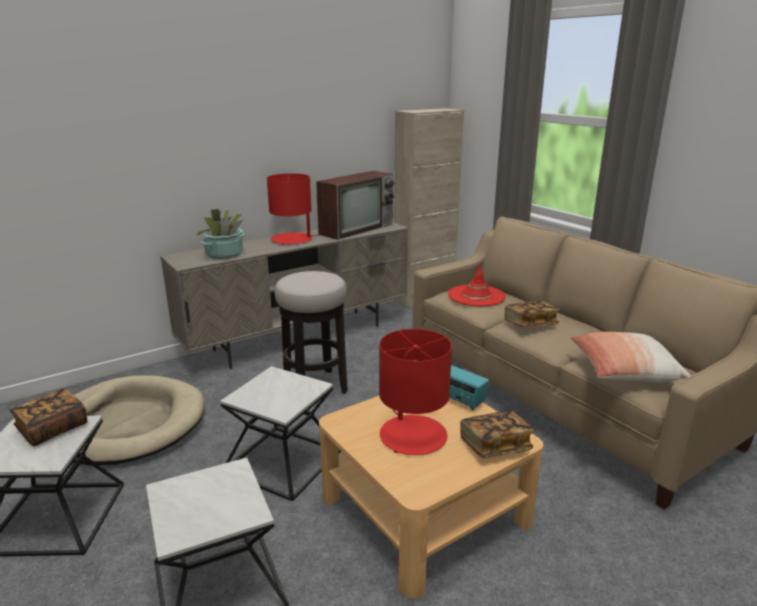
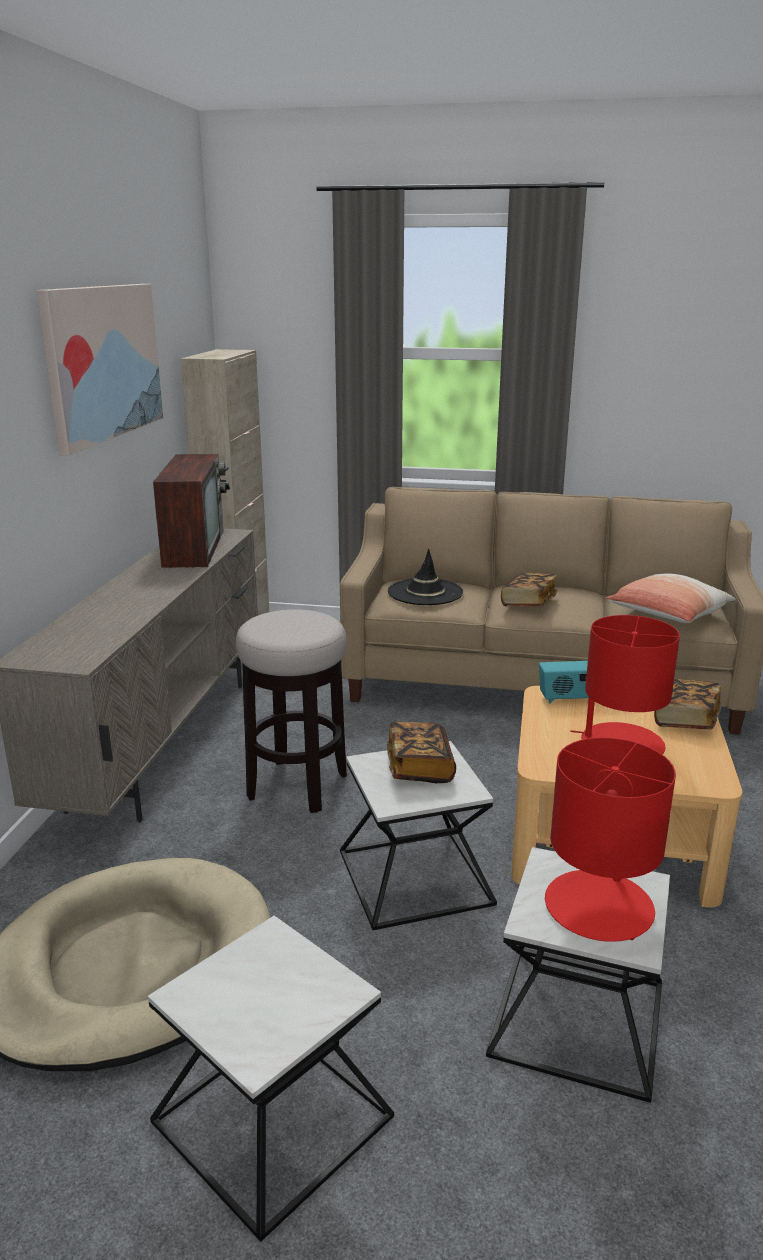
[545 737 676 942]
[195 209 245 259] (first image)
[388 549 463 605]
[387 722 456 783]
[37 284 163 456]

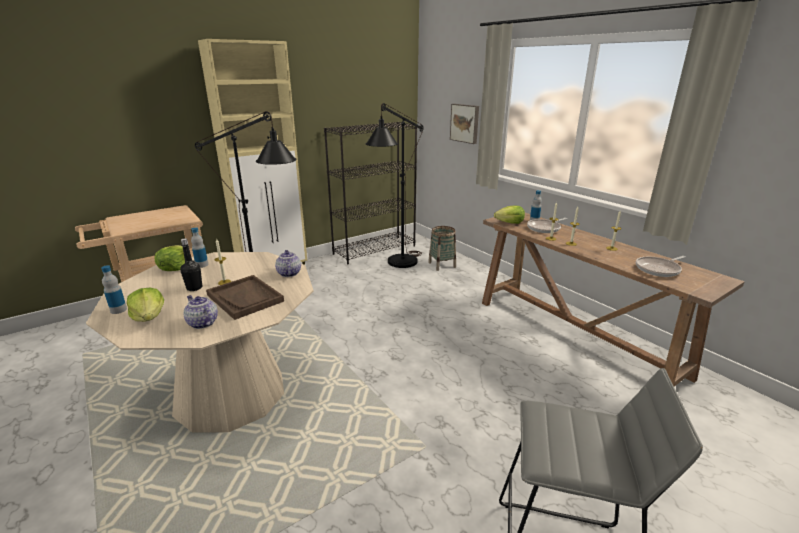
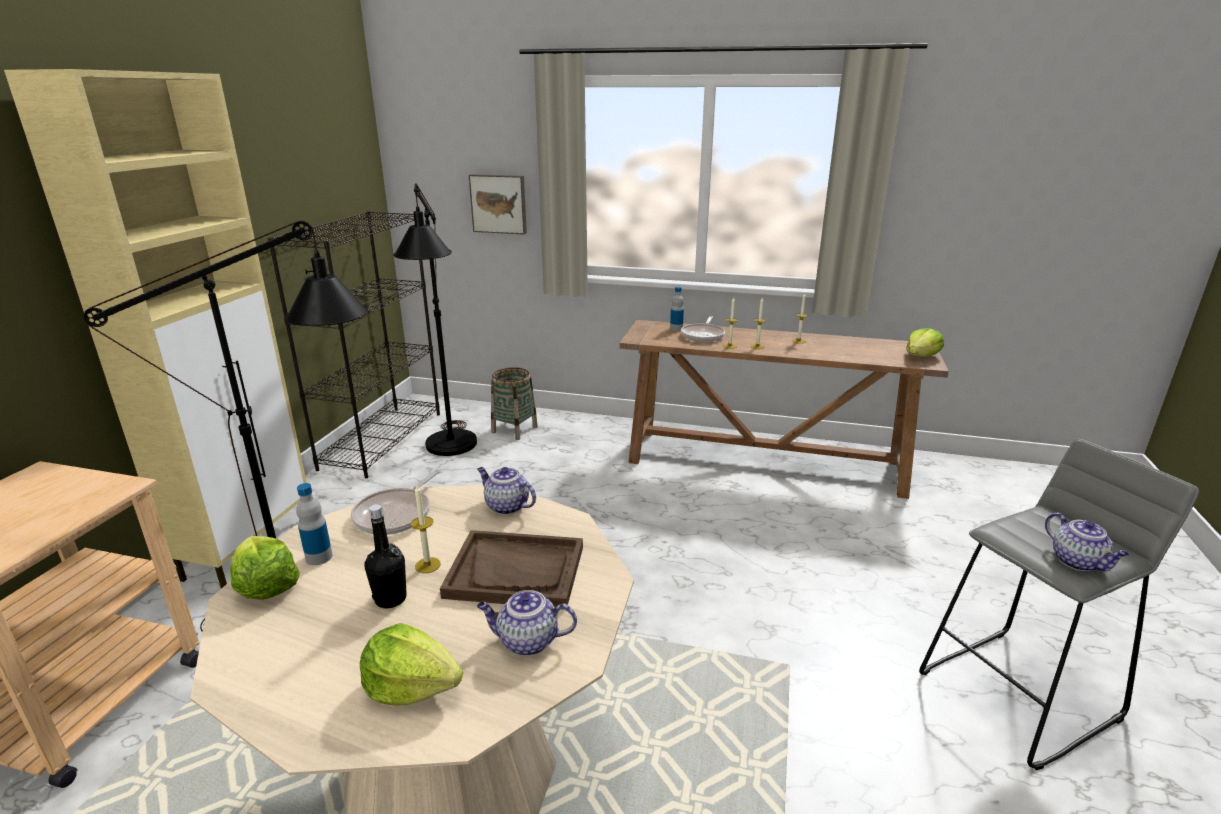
[906 328 944 357]
[351 469 440 535]
[101 265 127 314] (first image)
[1045 512 1129 571]

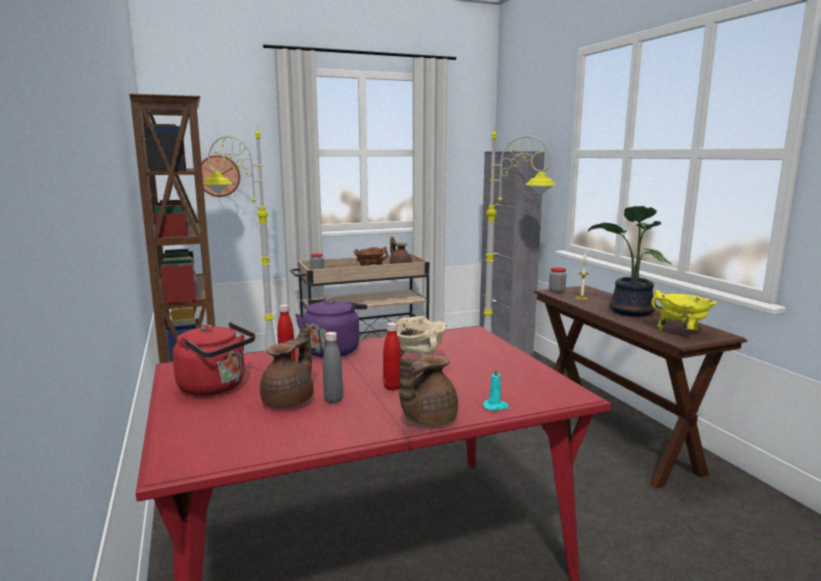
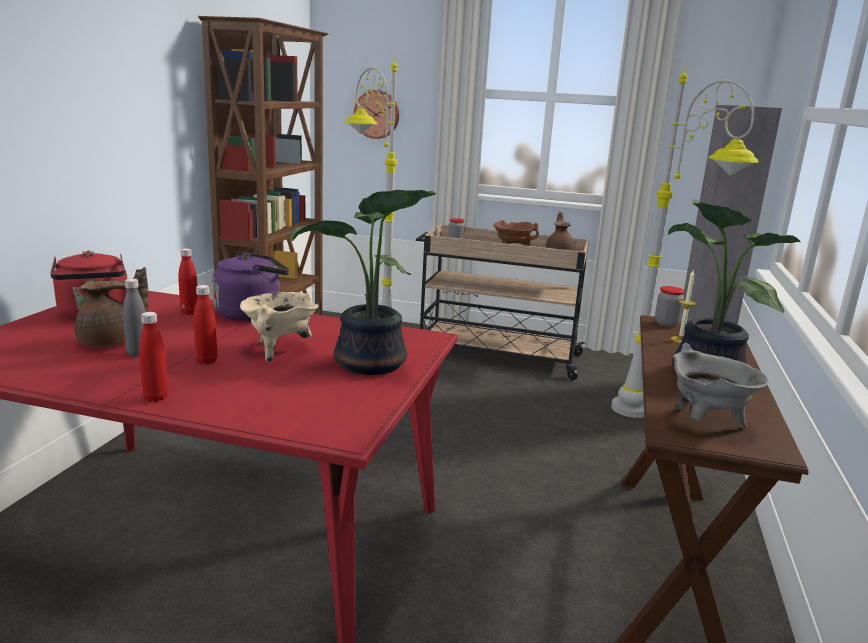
[673 343 769 429]
[139 312 168 402]
[483 366 509 410] (first image)
[290 190 436 375]

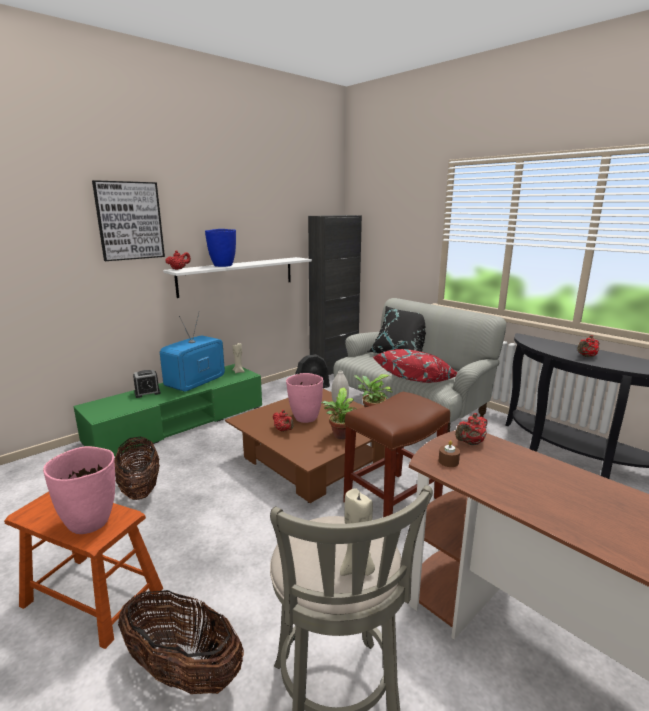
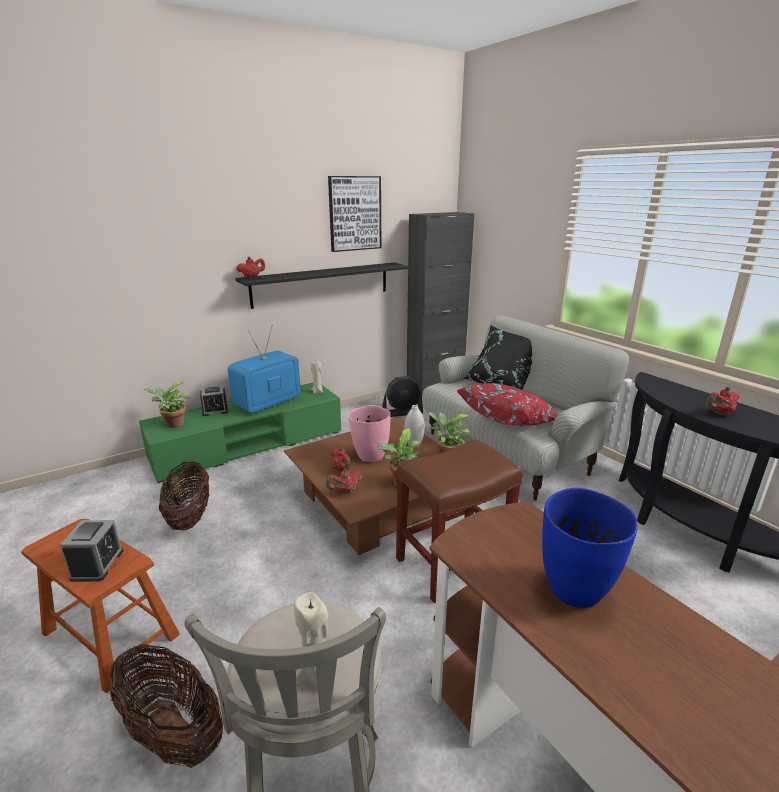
[328 176 381 252]
[542 488 638 608]
[235 263 409 309]
[326 469 362 494]
[438 440 460 467] (first image)
[60 520 123 582]
[144 382 190 428]

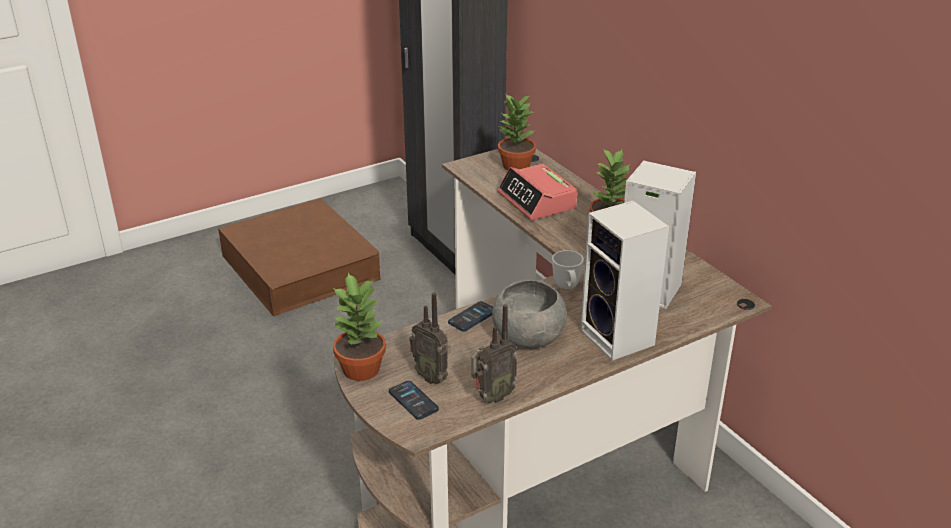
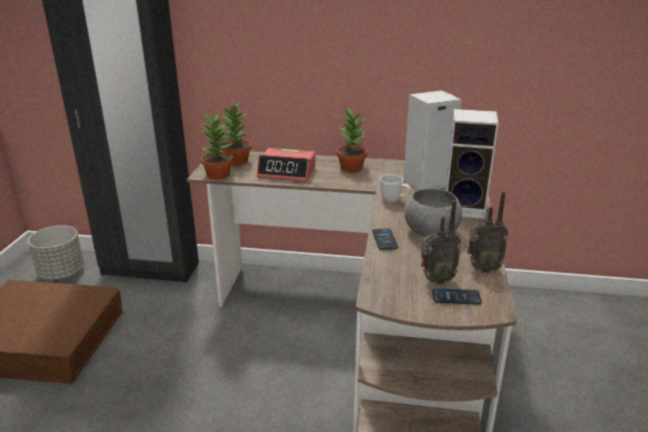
[201 113 233 180]
[467 191 508 273]
[28 225 84 280]

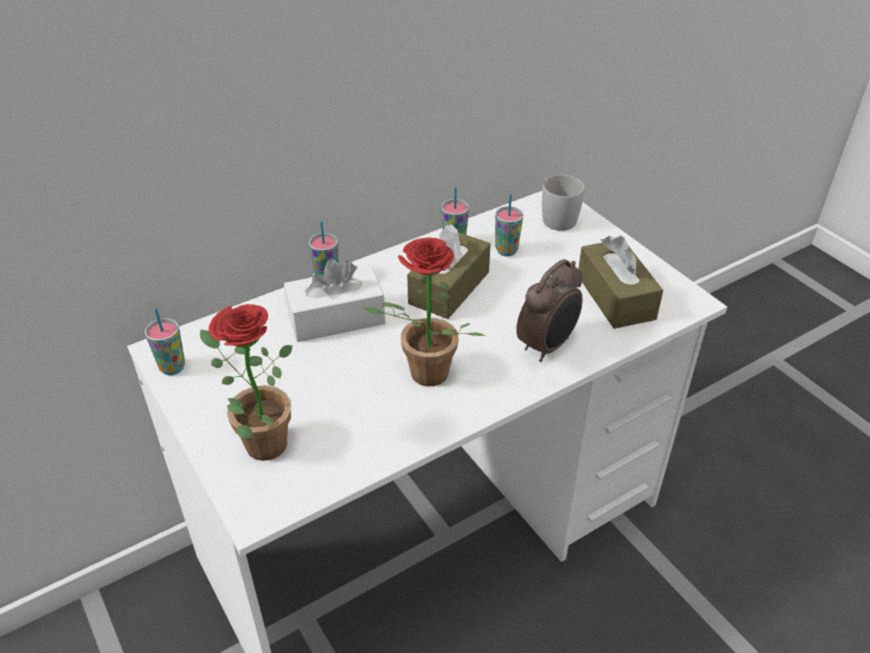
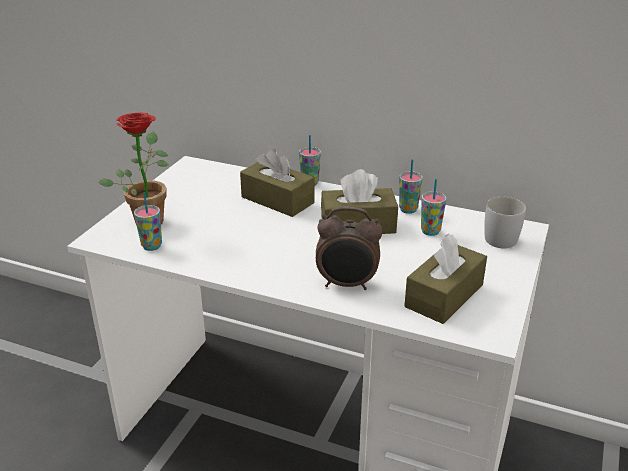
[362 237 485 386] (first image)
[240 149 314 217]
[134 192 162 251]

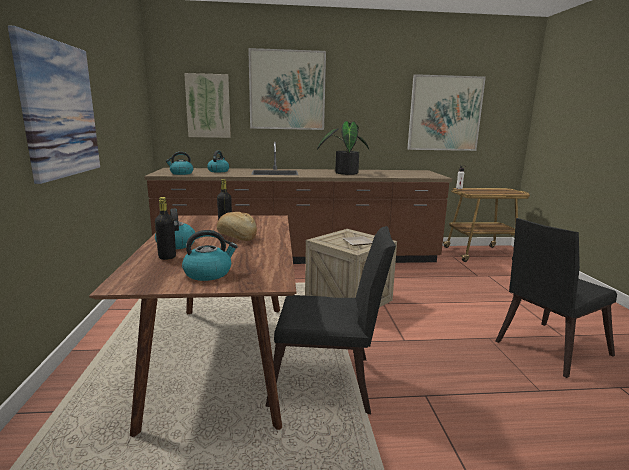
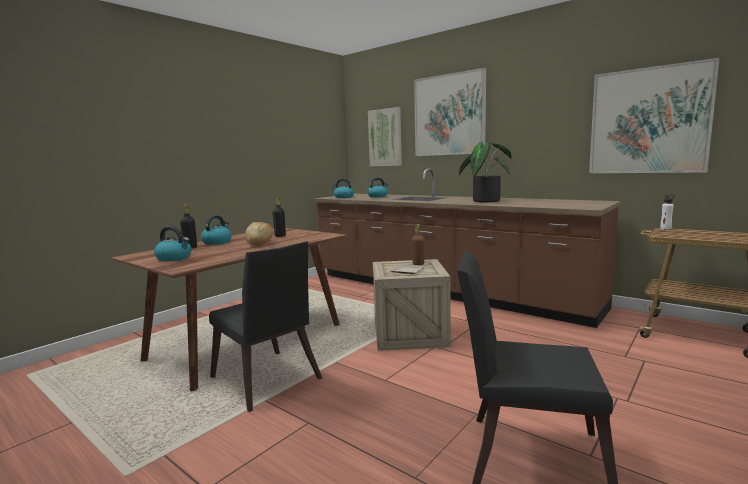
[8 25 100 184] (first image)
[412 224 424 265]

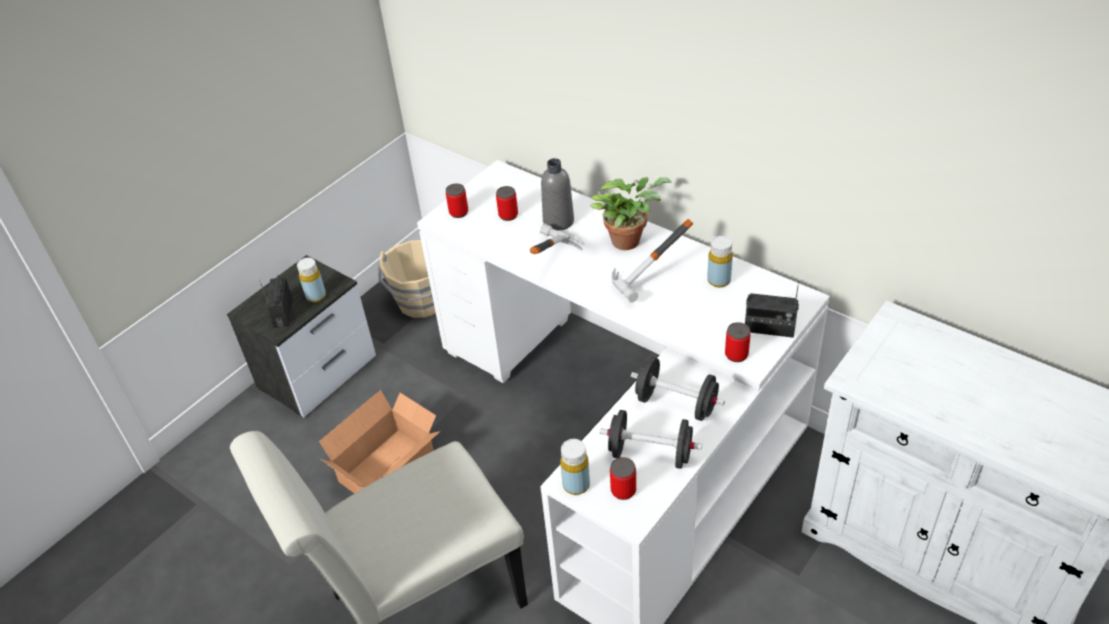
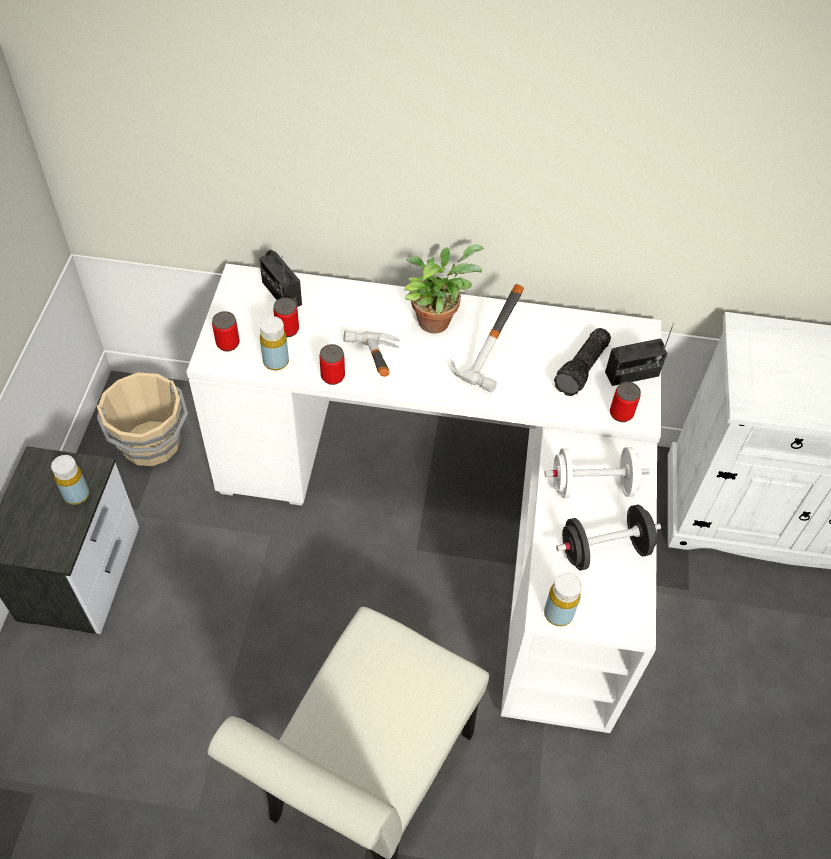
[541 158 574 230] (first image)
[260 316 289 371]
[259 250 302 307]
[545 447 650 498]
[319 390 440 494] (first image)
[319 344 345 385]
[554 328 611 396]

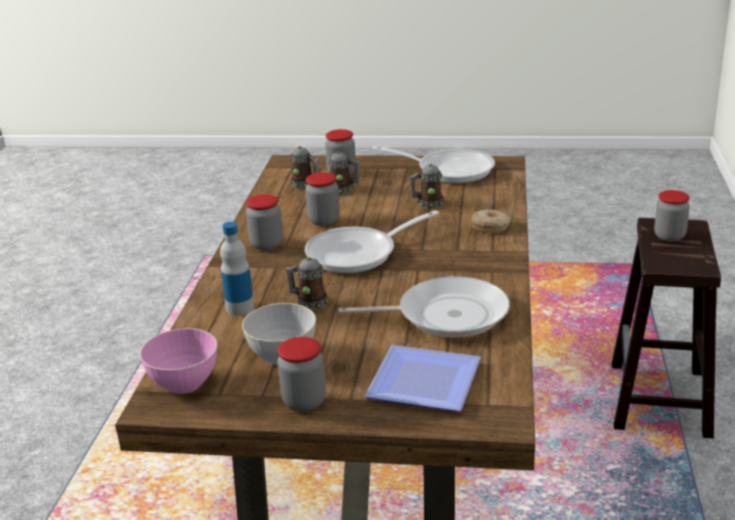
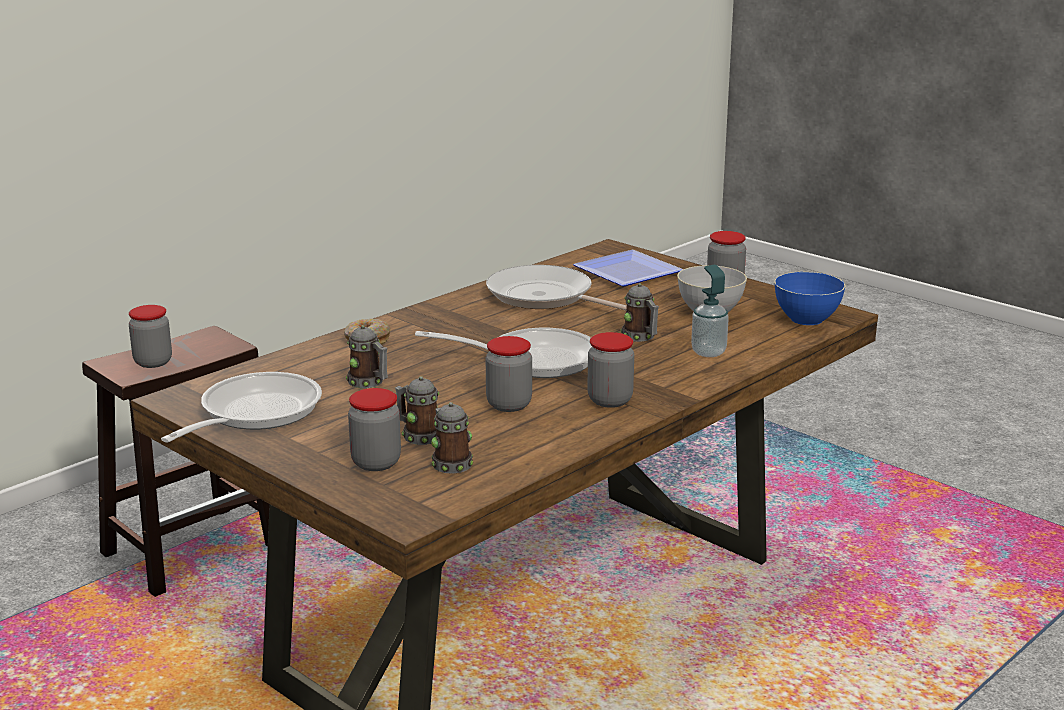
[161 372 322 442]
[691 265 729 357]
[774 272 846 325]

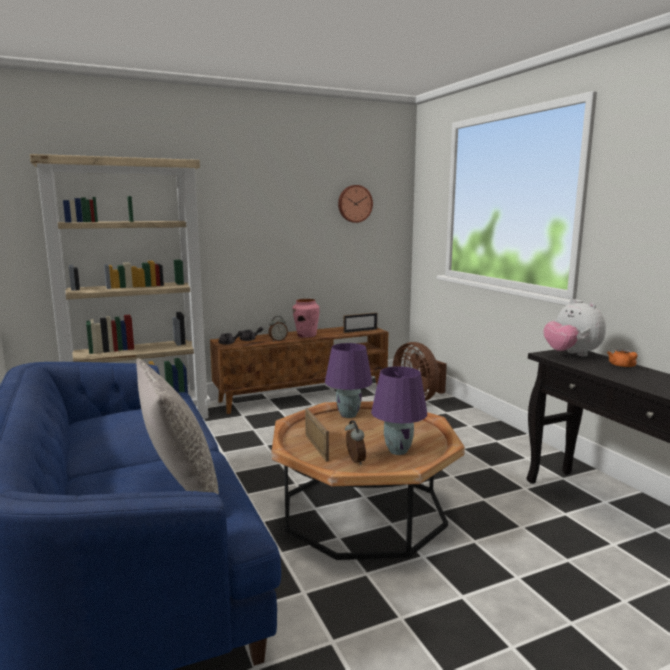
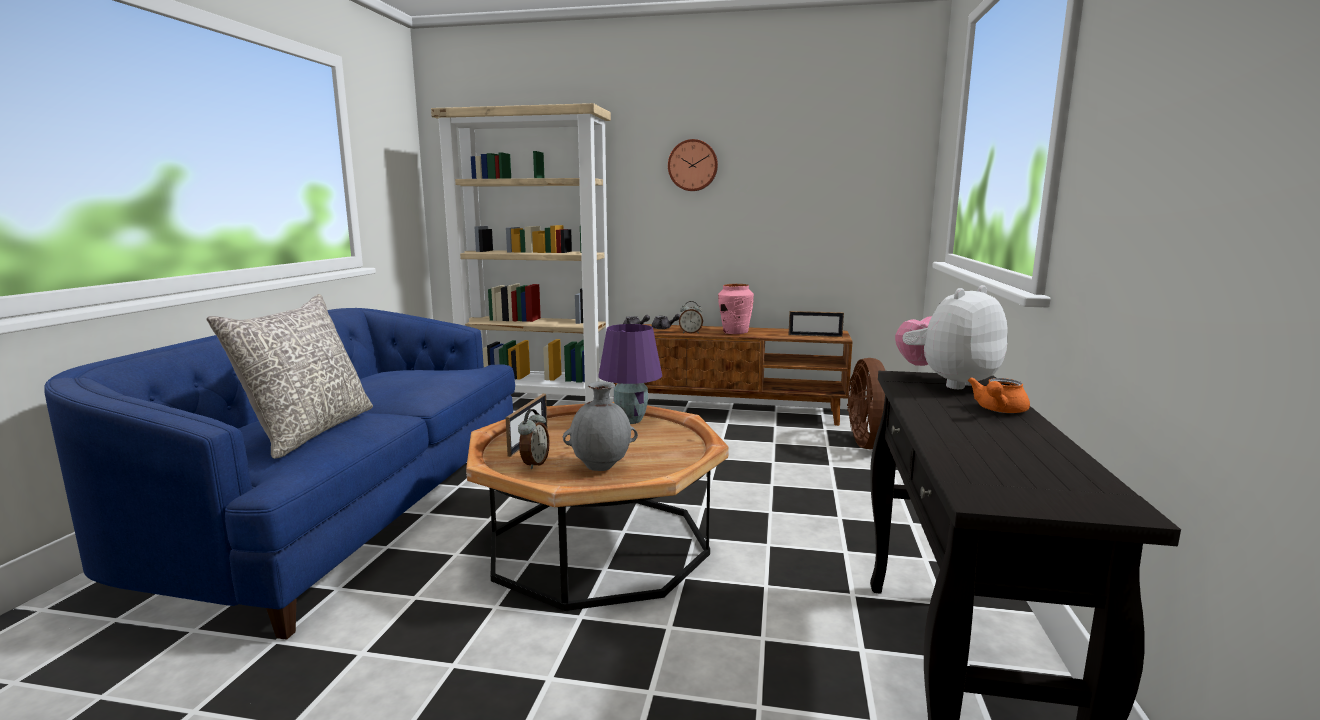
[668 139 718 191]
[895 285 1008 389]
[563 382 638 471]

